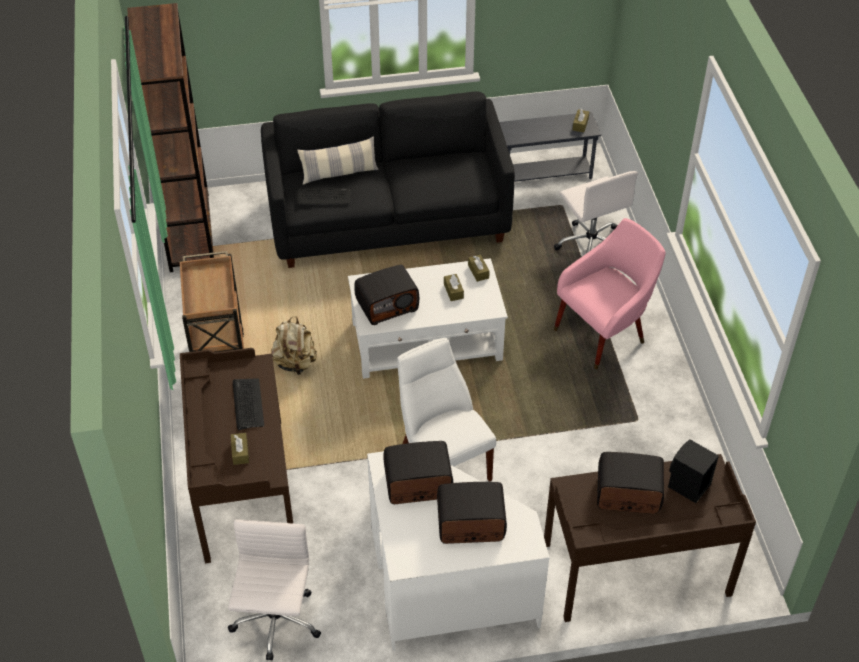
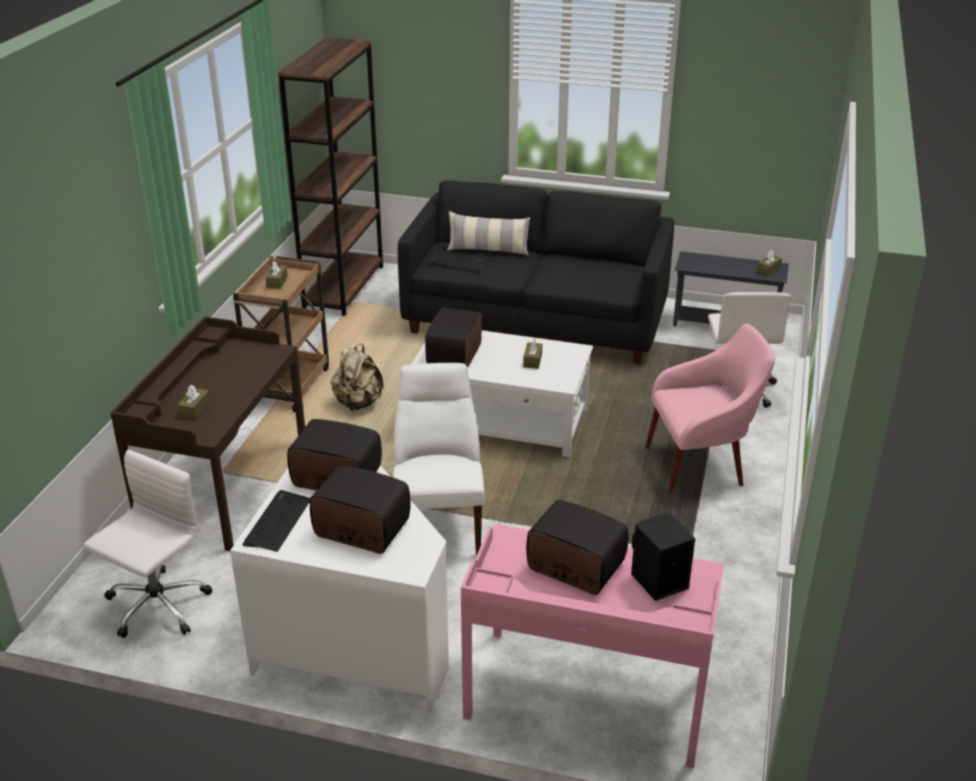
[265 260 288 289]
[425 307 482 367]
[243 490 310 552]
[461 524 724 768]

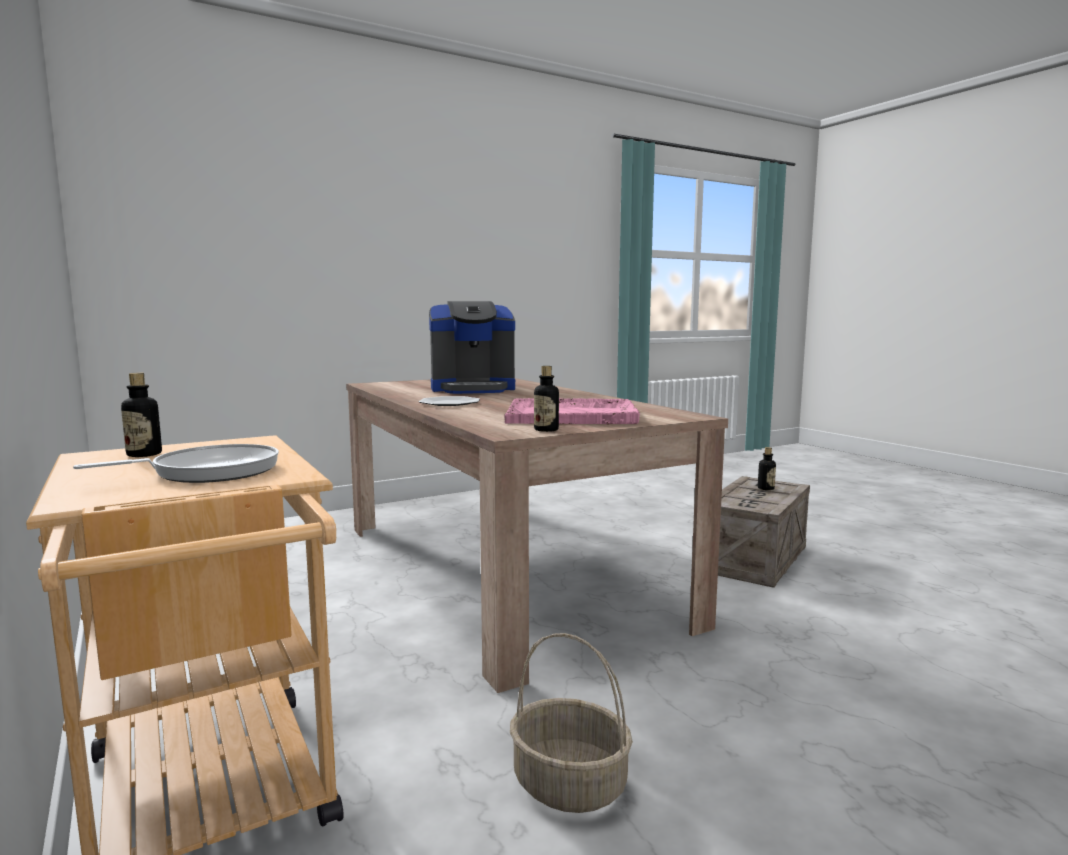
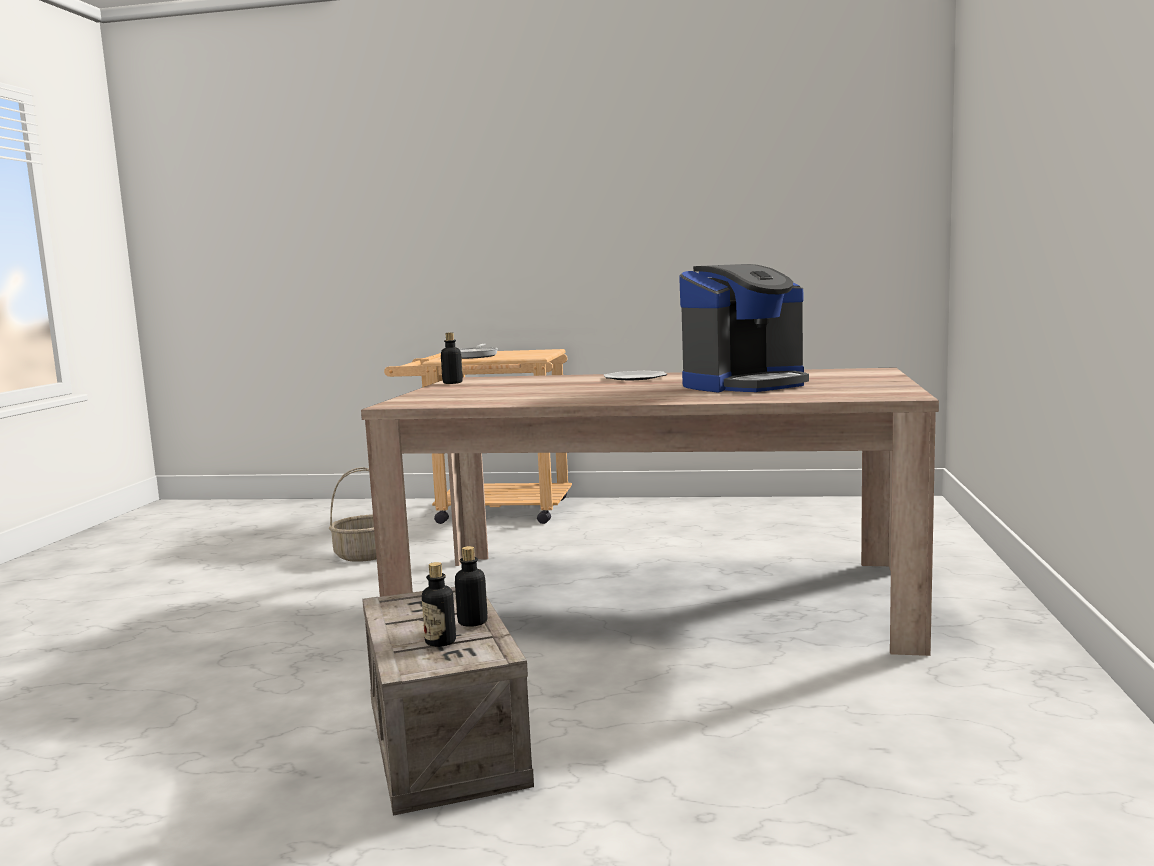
[679 264 809 393]
[455 546 488 627]
[504 398 640 424] (first image)

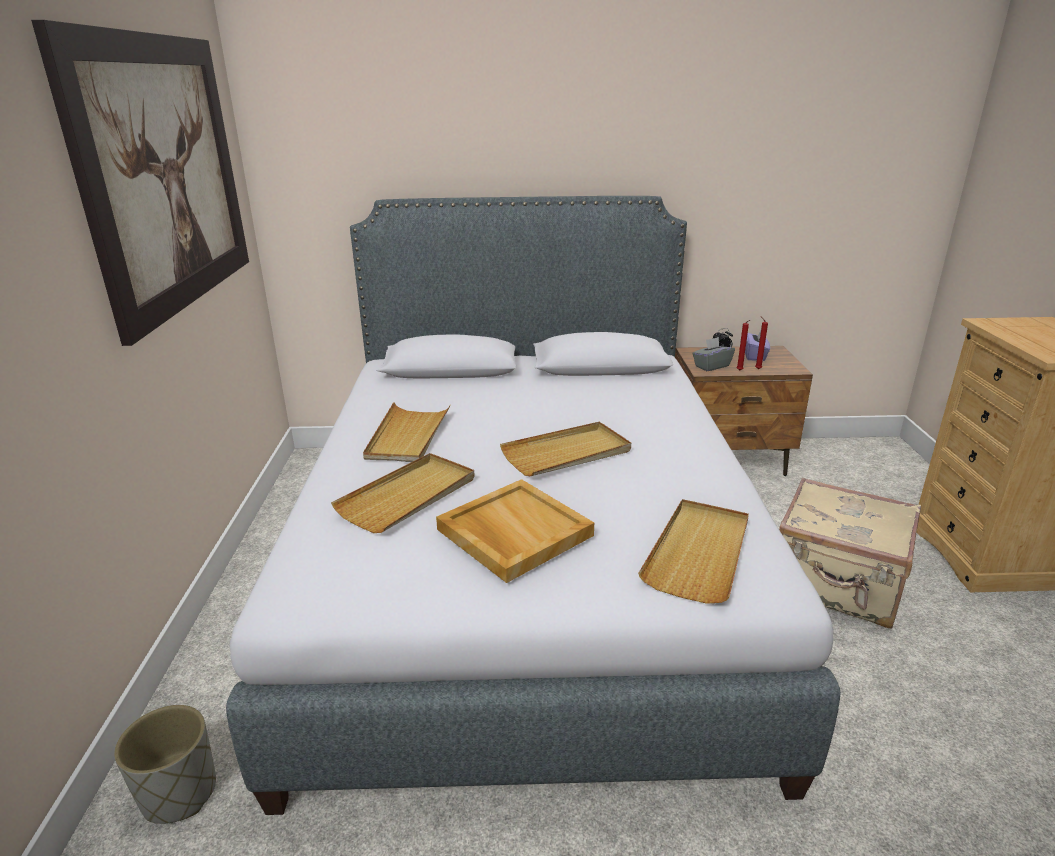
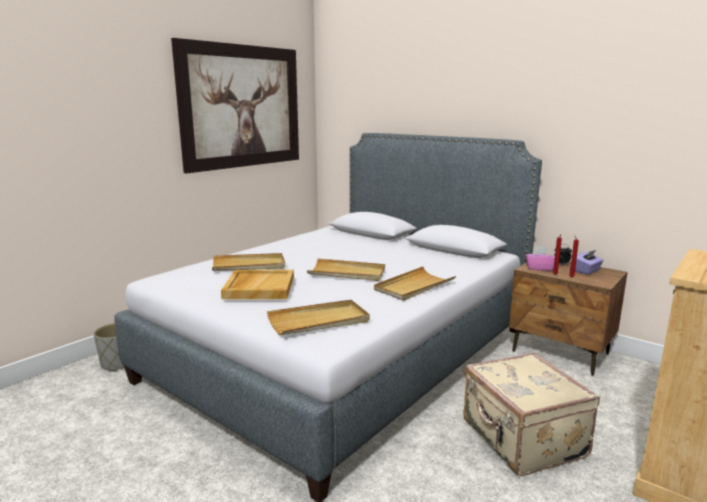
[525 246 555 271]
[374 266 456 301]

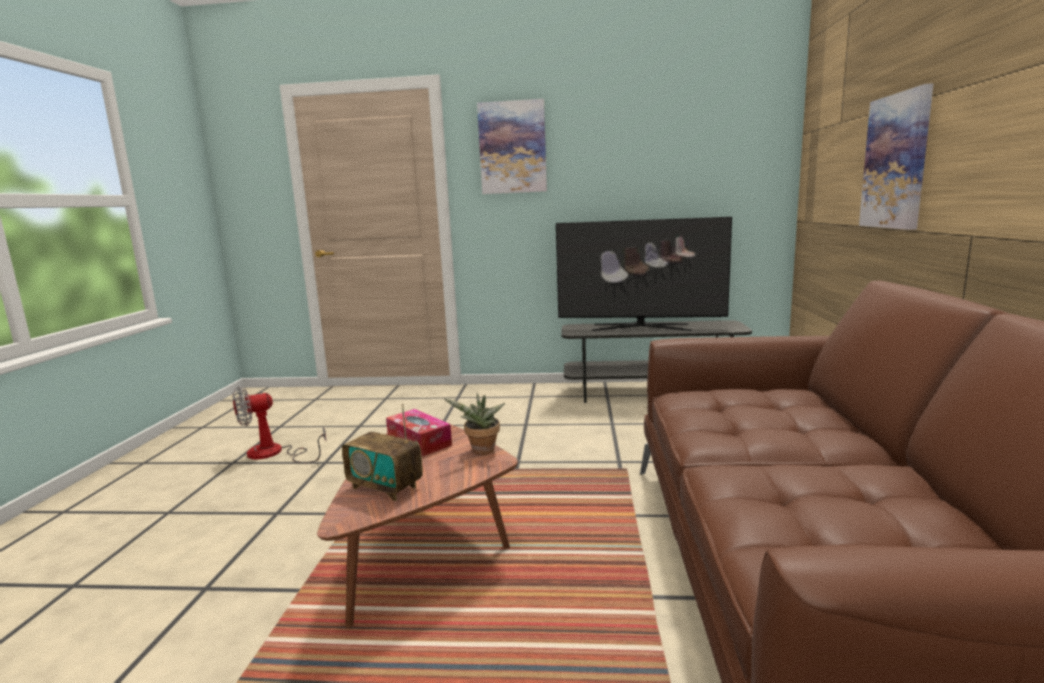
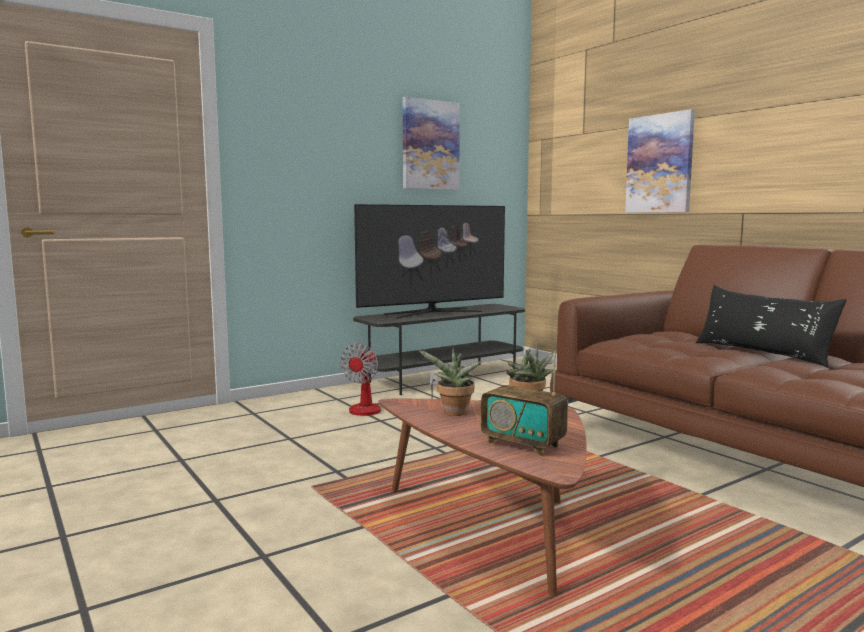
[403 97 460 190]
[340 343 438 416]
[481 351 568 456]
[418 348 482 416]
[696 285 846 367]

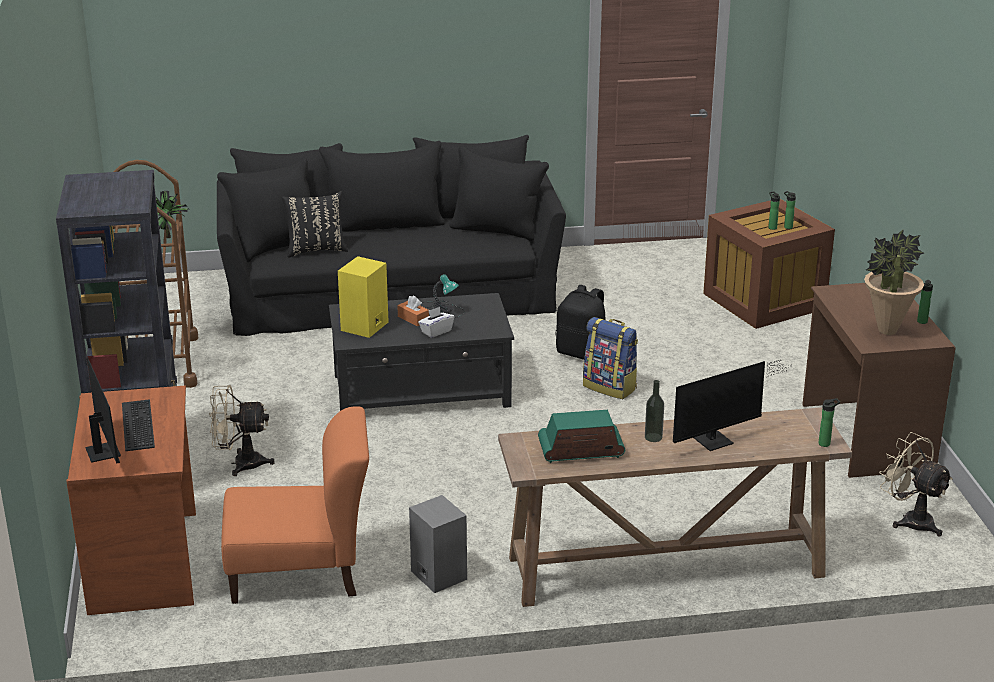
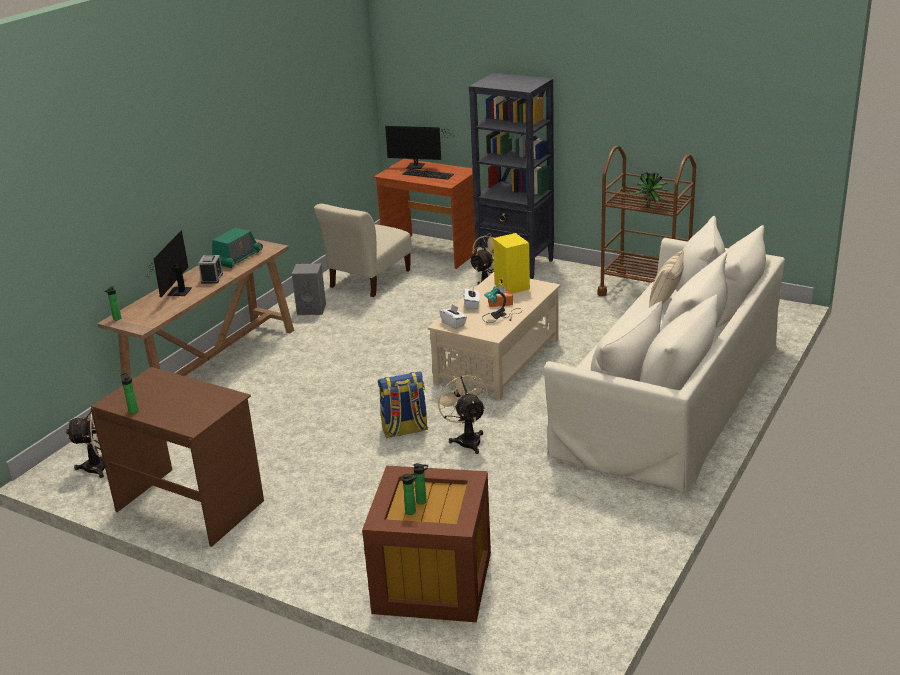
[544 216 785 492]
[649 250 684 308]
[864 229 924 335] (first image)
[434 371 488 454]
[428 272 560 400]
[198 255 223 284]
[314 204 412 297]
[439 304 467 329]

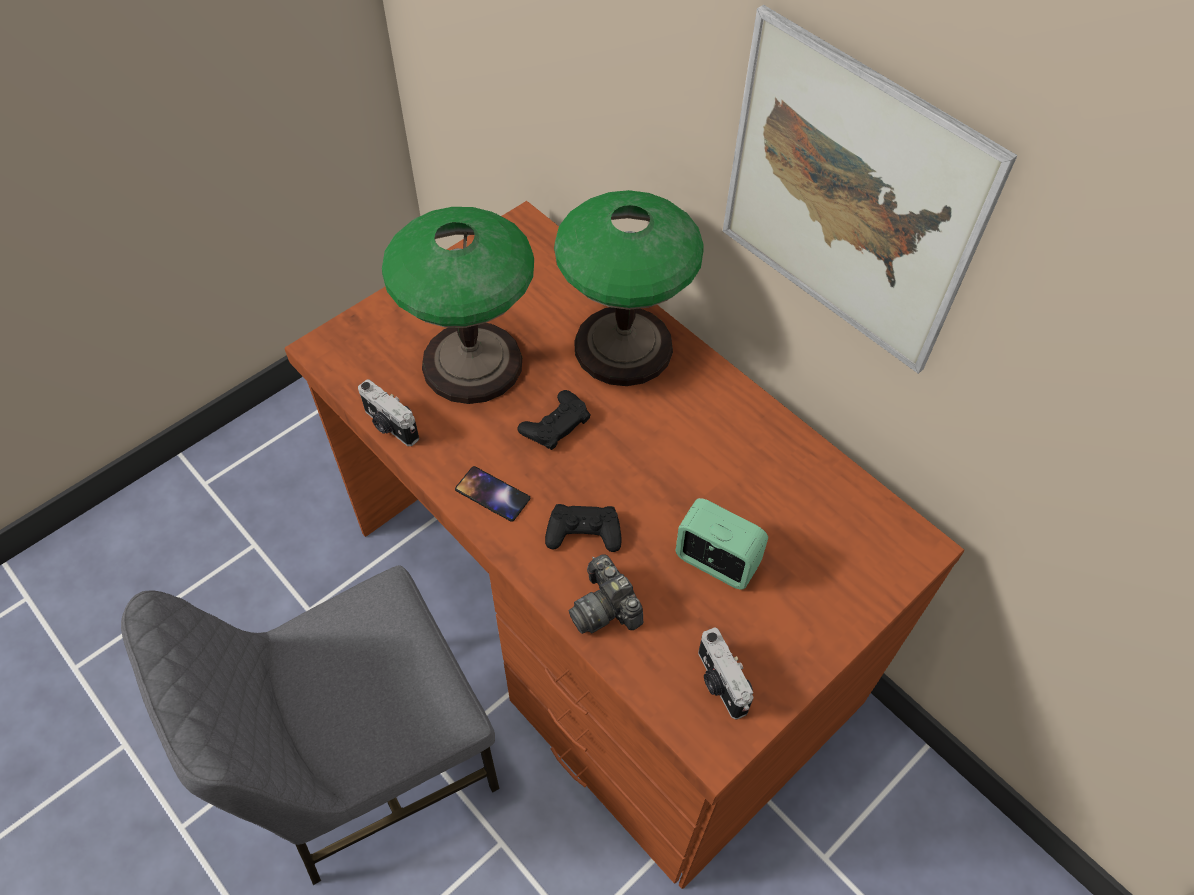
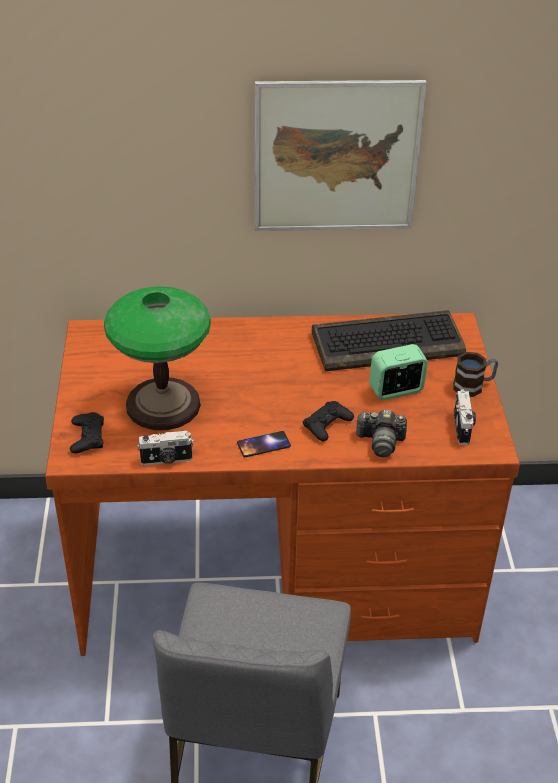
[554 190 703 386] (first image)
[70 412 104 453]
[454 389 476 445]
[312 310 466 371]
[453 352 498 397]

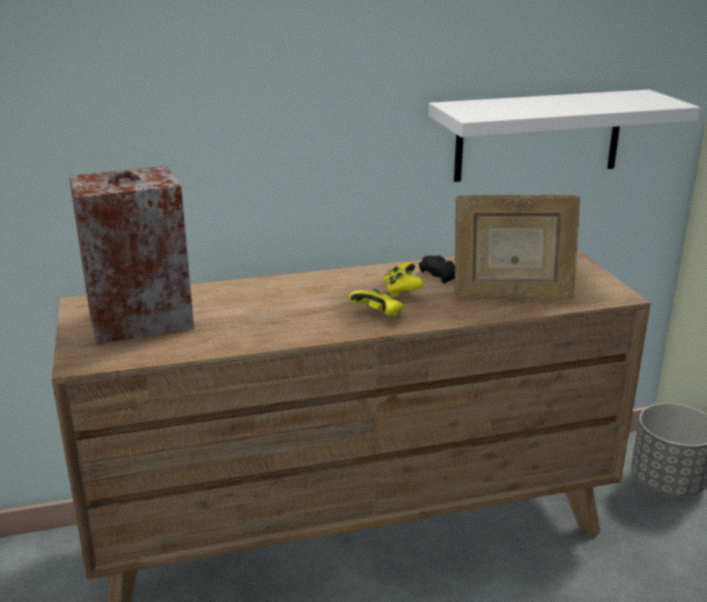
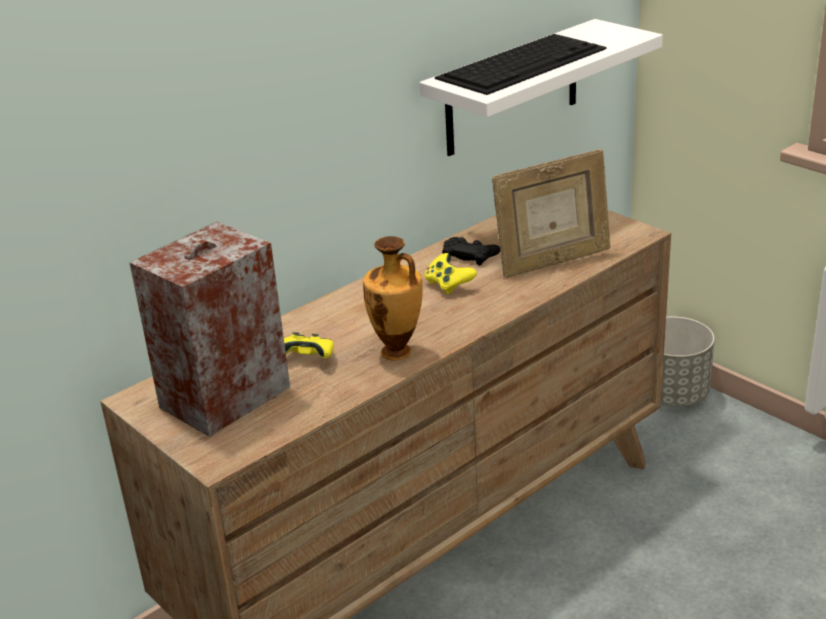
[284 332 334 358]
[435 34 607 95]
[363 236 423 360]

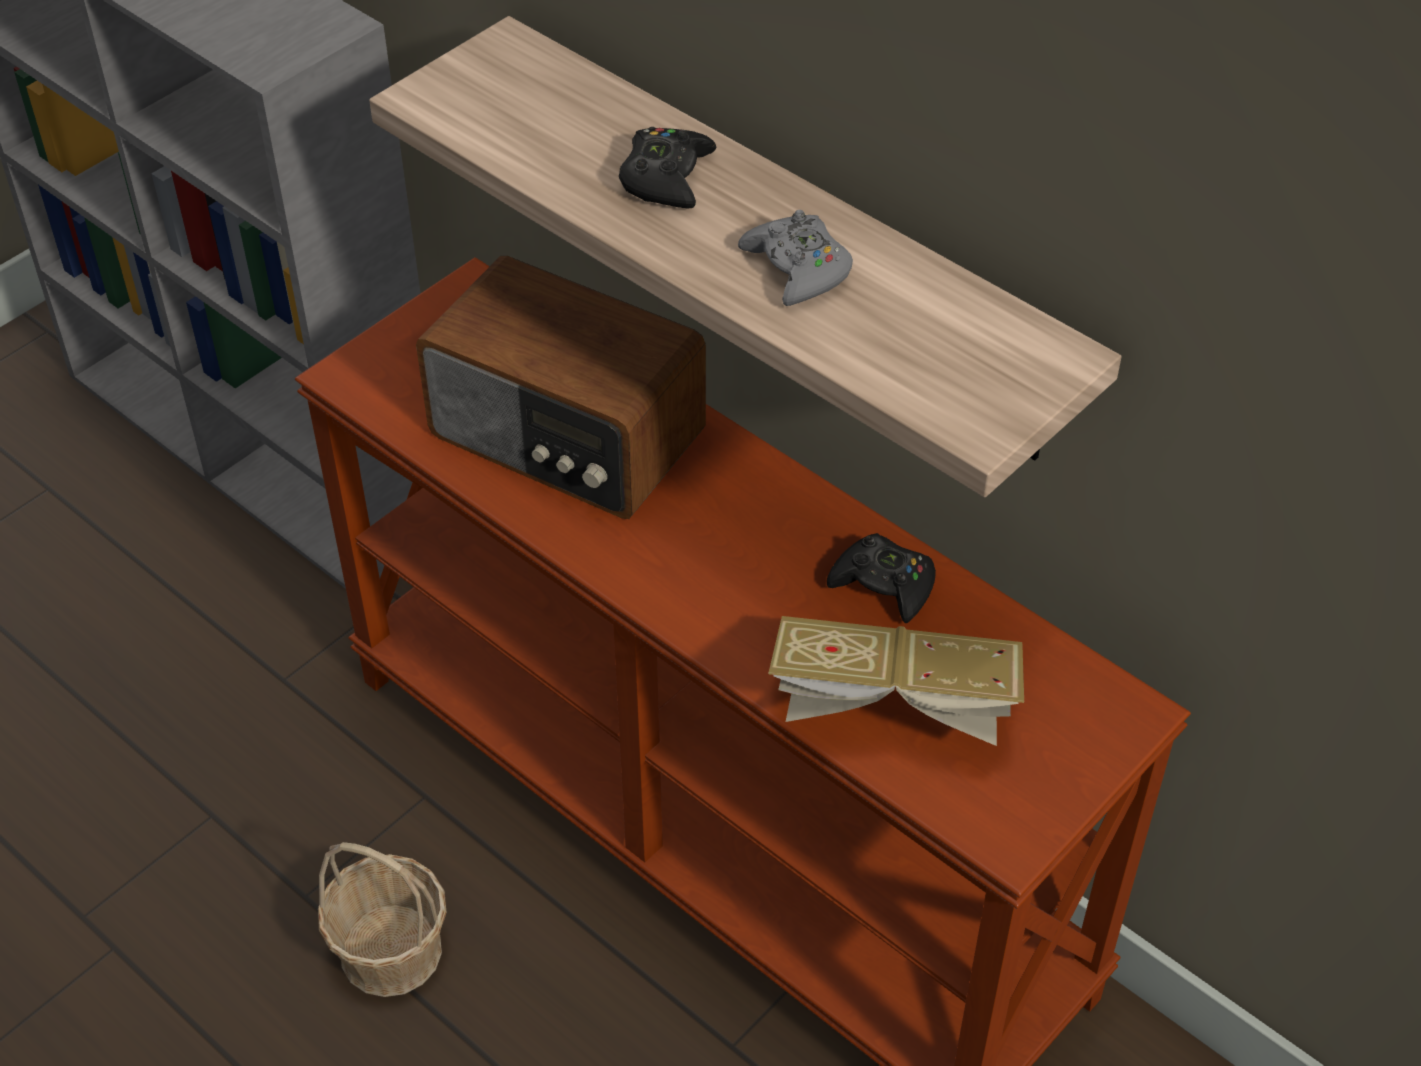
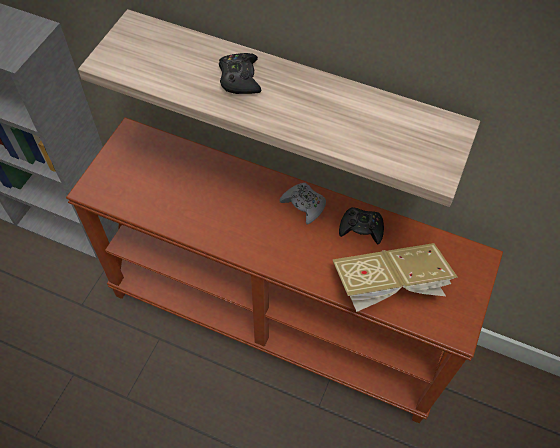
[279 183 326 225]
[416 256 706 519] (first image)
[318 842 447 997] (first image)

